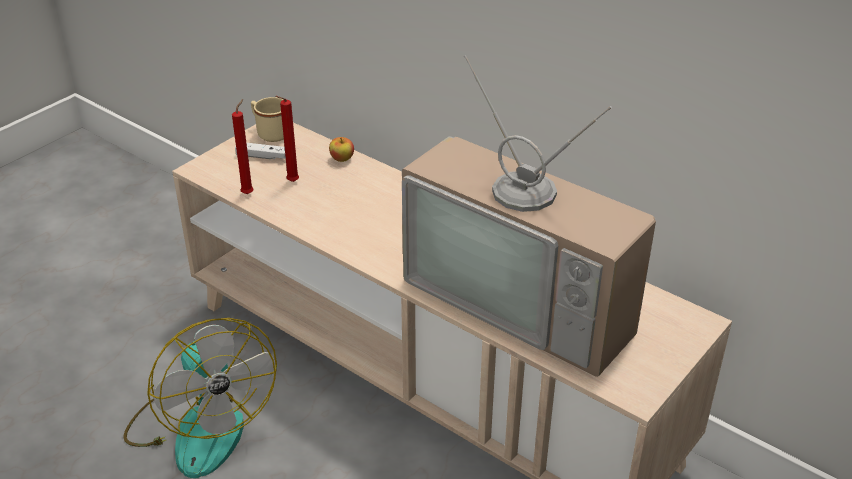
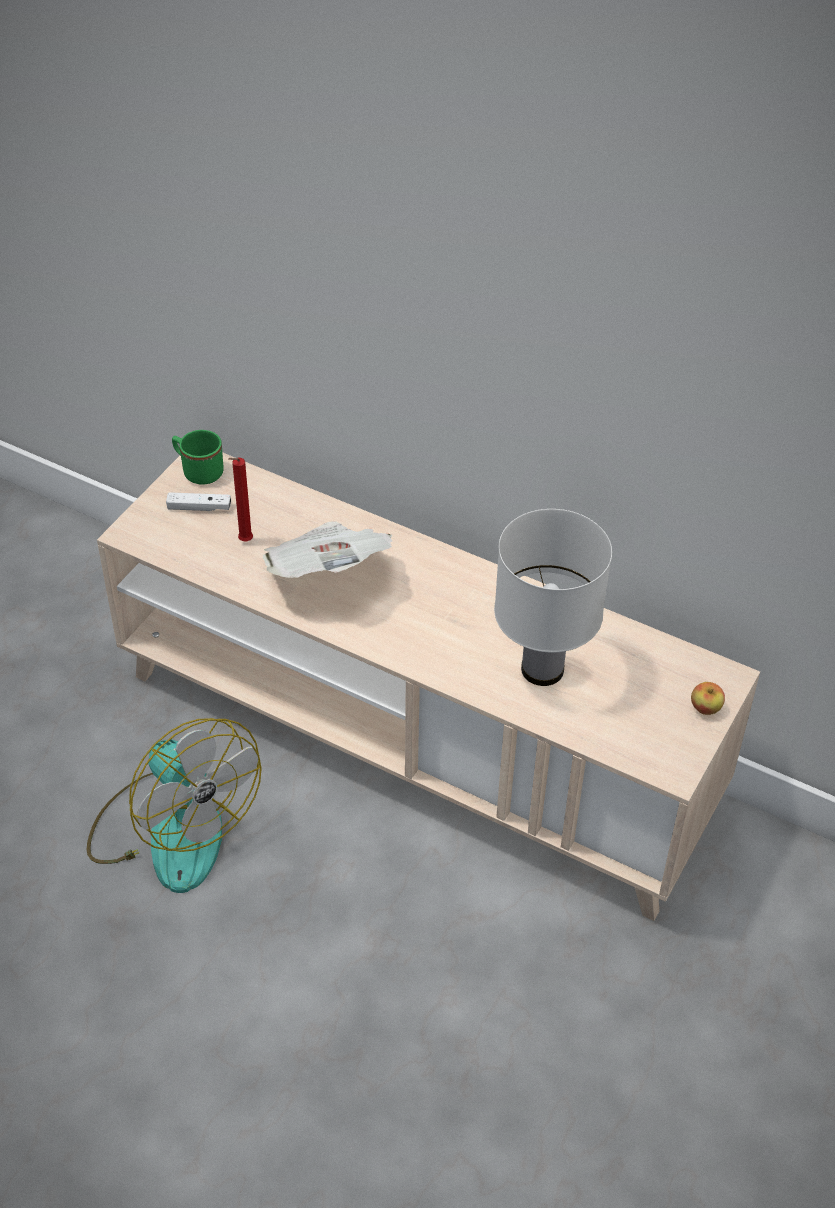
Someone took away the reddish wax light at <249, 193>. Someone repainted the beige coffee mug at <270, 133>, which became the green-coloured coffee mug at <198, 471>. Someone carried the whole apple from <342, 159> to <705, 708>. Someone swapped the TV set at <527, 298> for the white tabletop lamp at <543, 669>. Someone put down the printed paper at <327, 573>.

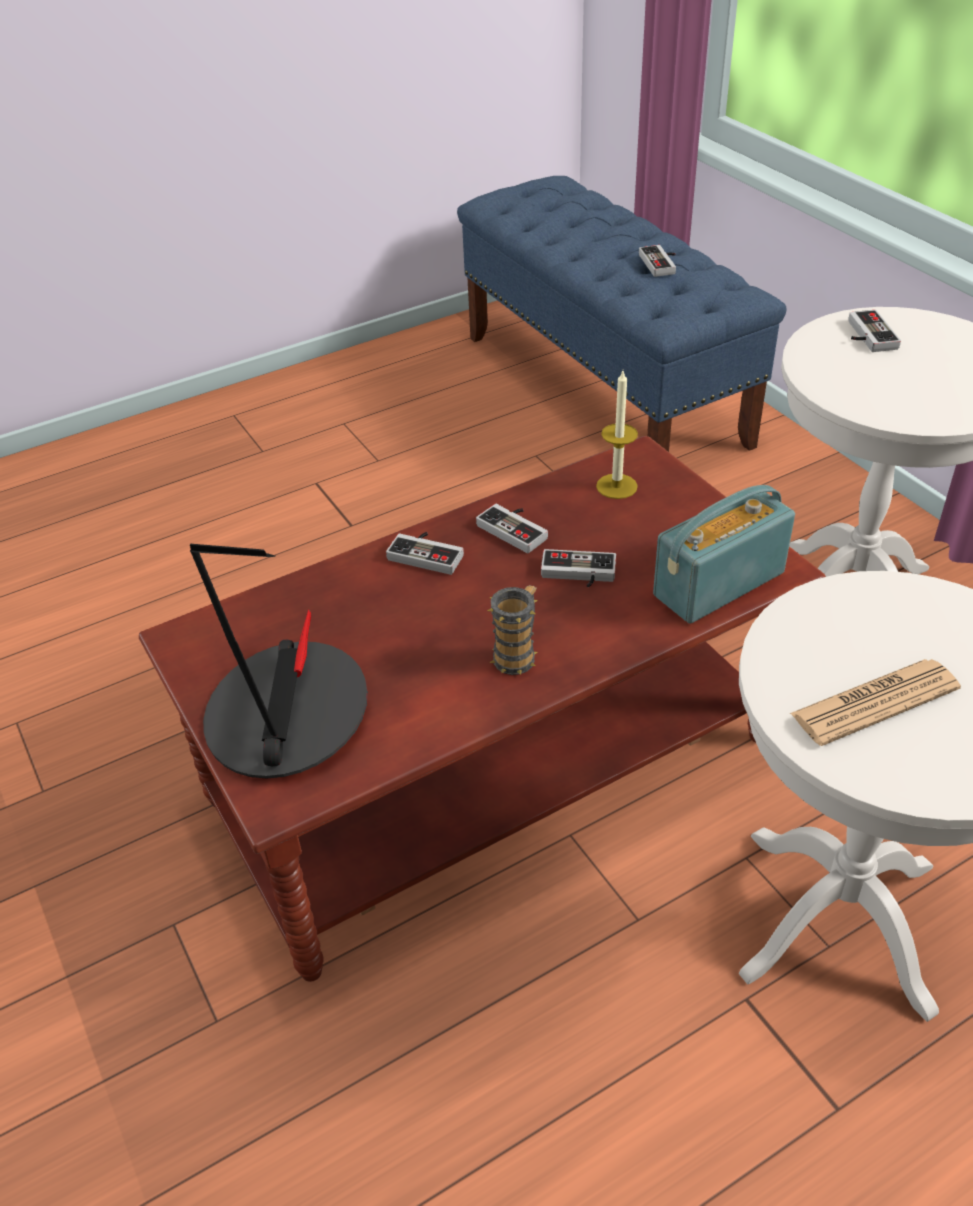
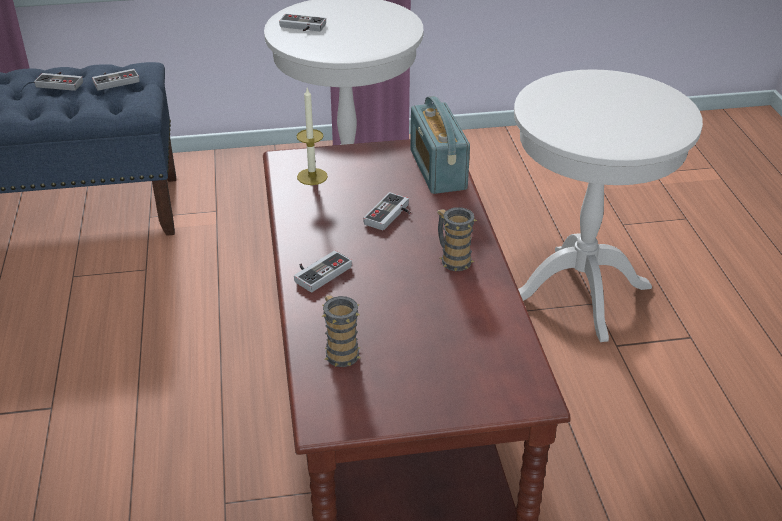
Someone took away the tabletop lamp at <287, 713>. Someone carried the joypad from <516, 528> to <115, 80>. Someone took away the printed paper at <874, 702>. Someone put down the coffee mug at <339, 351>.

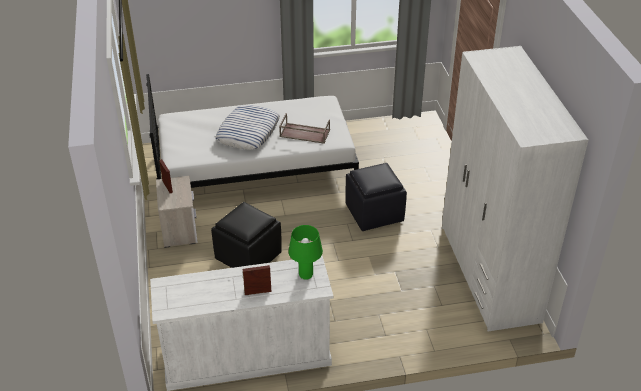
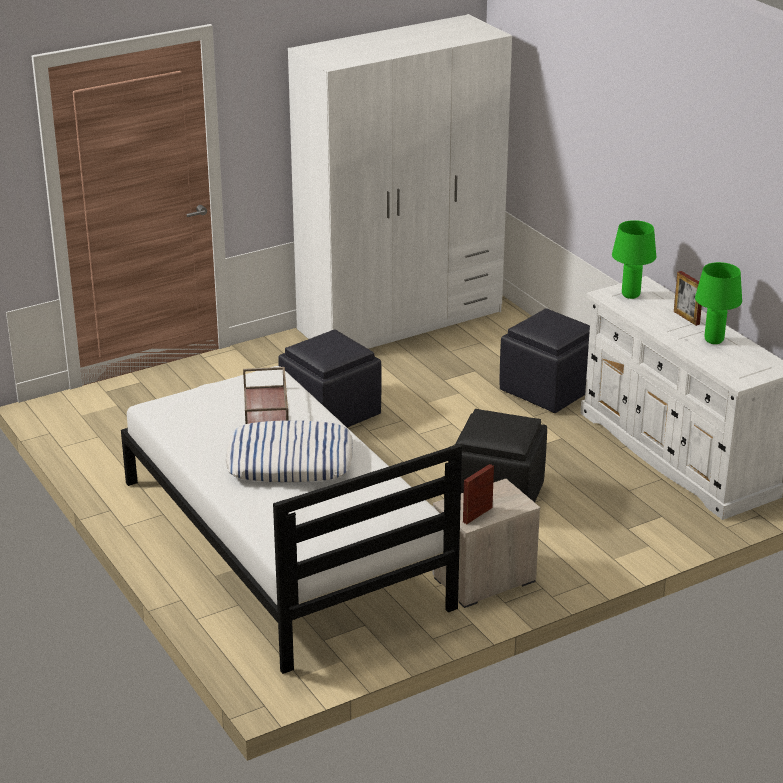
Someone put down the black-coloured ottoman at <549, 390>. Someone put down the green-coloured tabletop lamp at <713, 340>.

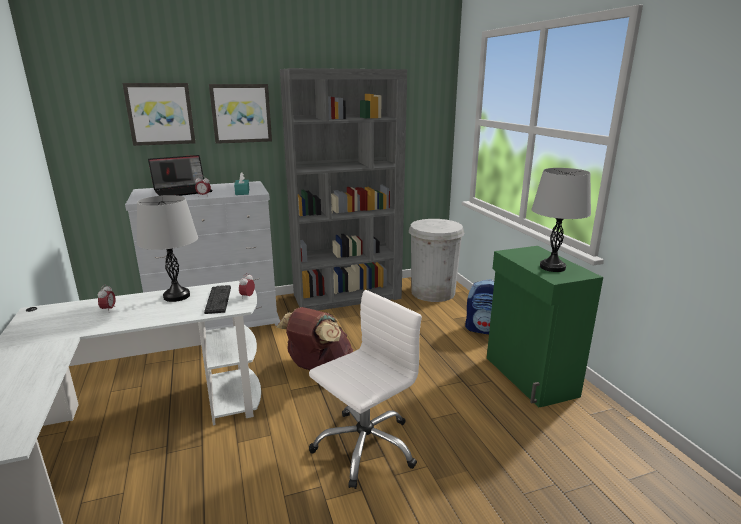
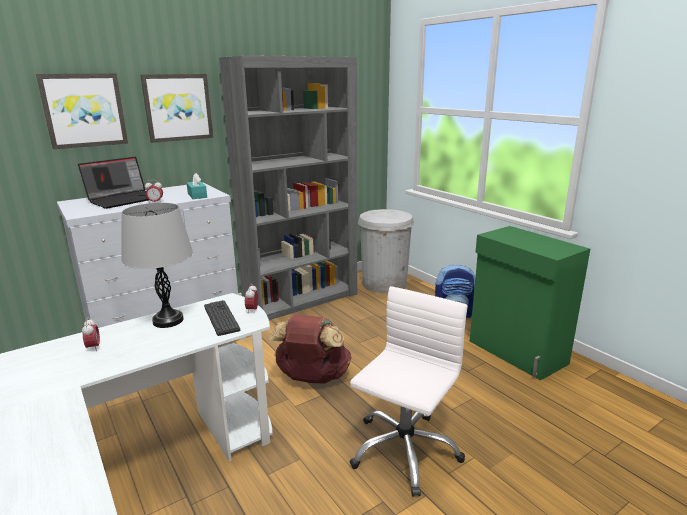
Someone took away the grey tabletop lamp at <552, 267>.

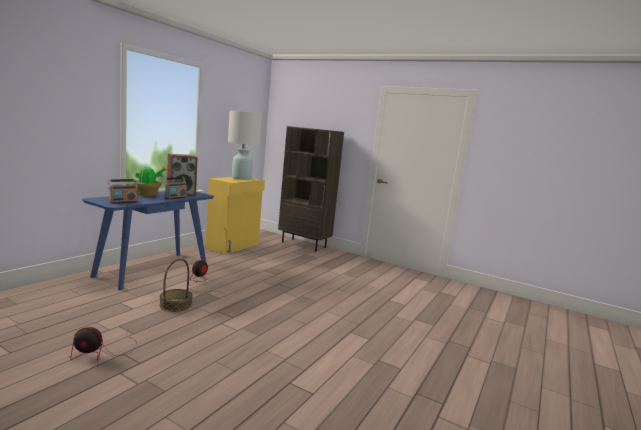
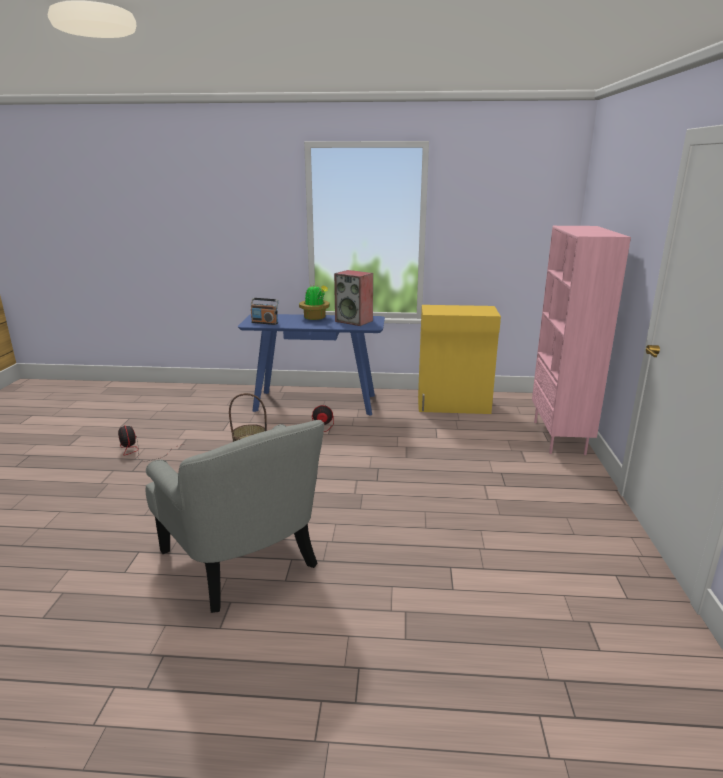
Someone took away the radio receiver at <175, 198>. Someone took away the white tabletop lamp at <241, 178>. Someone repainted the brown bookshelf at <304, 245>, which became the pink-coloured bookshelf at <560, 438>. Someone put down the grey easy chair at <243, 558>.

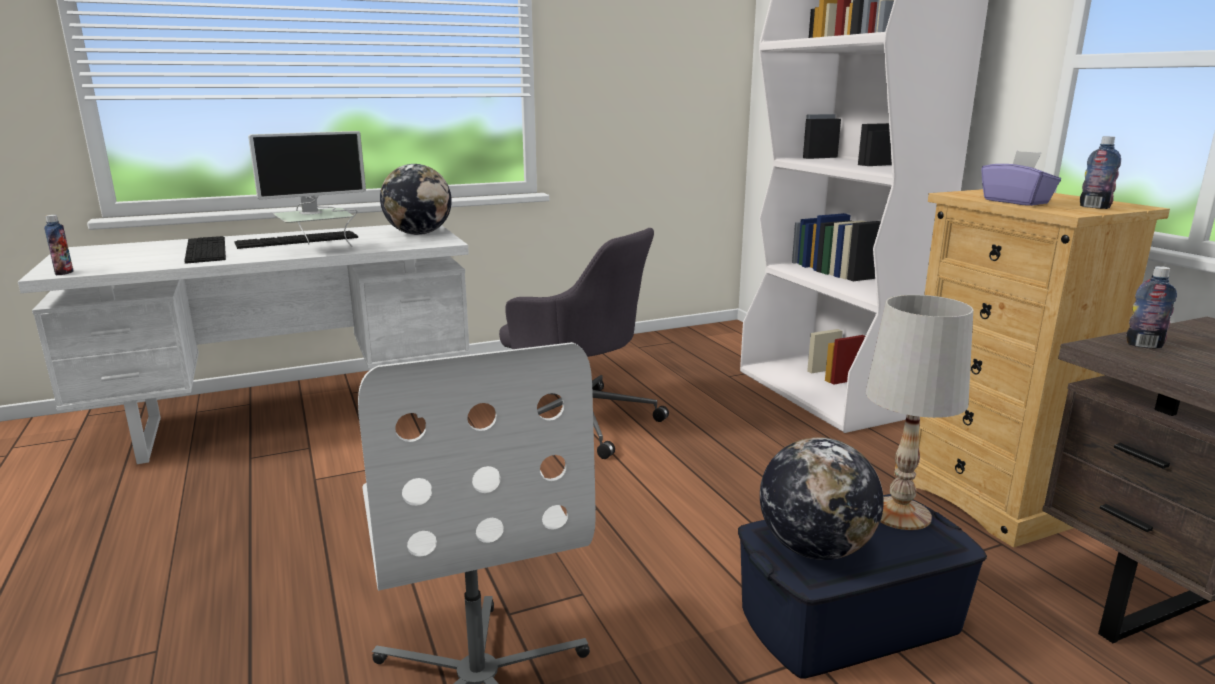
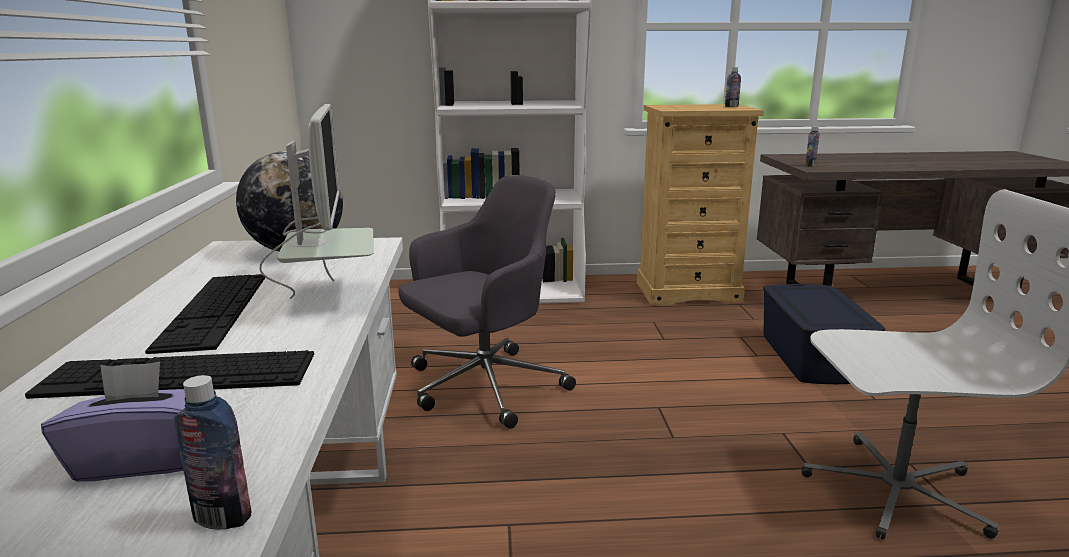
Someone took away the world globe at <814, 549>. Someone took away the white tabletop lamp at <900, 513>. Someone carried the purple tissue holder from <1016, 202> to <144, 459>.

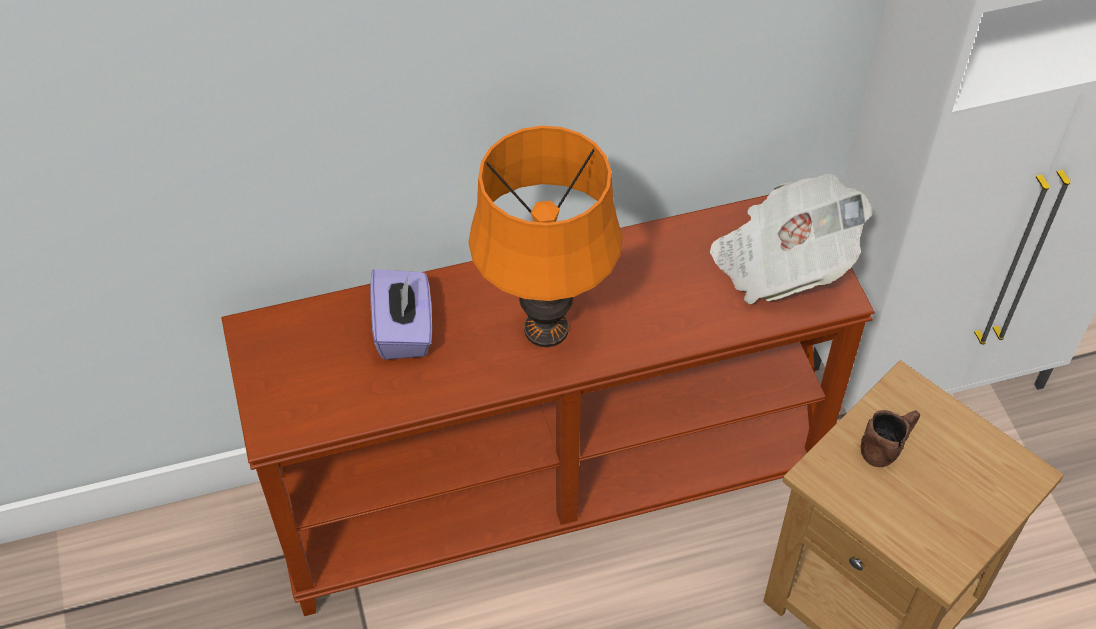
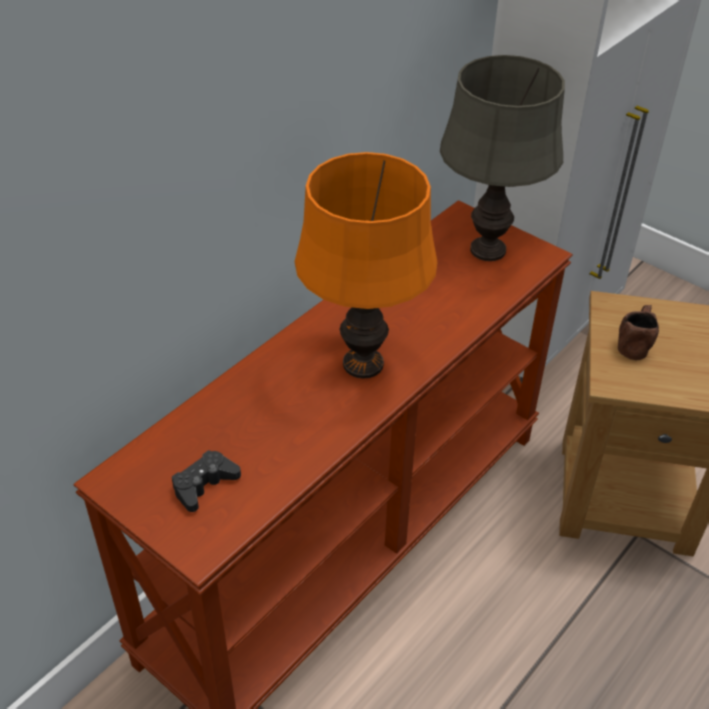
Someone took away the purple tissue holder at <404, 330>. Someone swapped the printed paper at <783, 262> for the grey tabletop lamp at <487, 250>. Someone put down the black-coloured joypad at <204, 485>.

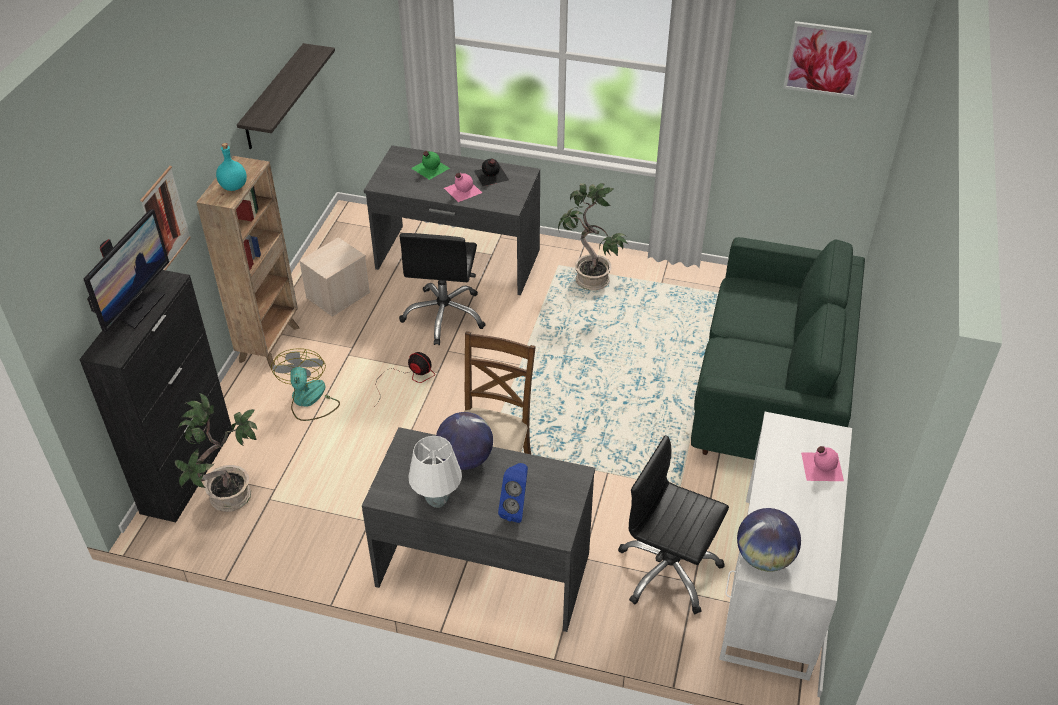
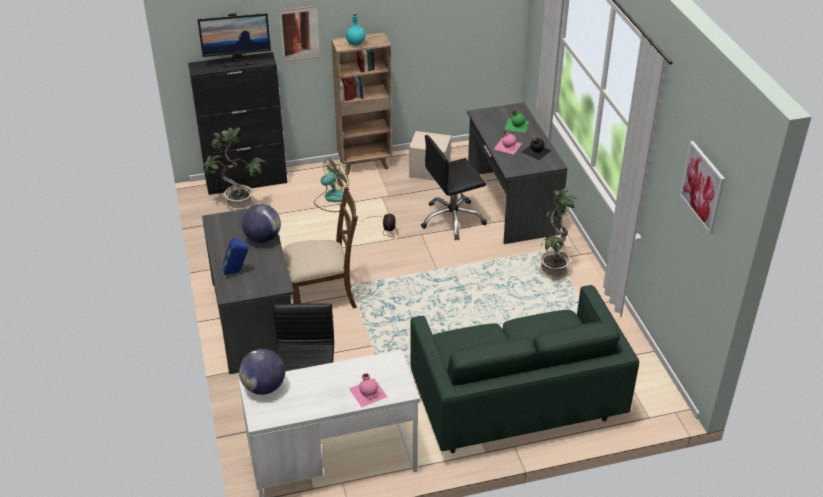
Someone took away the bracket shelf at <274, 97>. Someone took away the white tabletop lamp at <437, 500>.

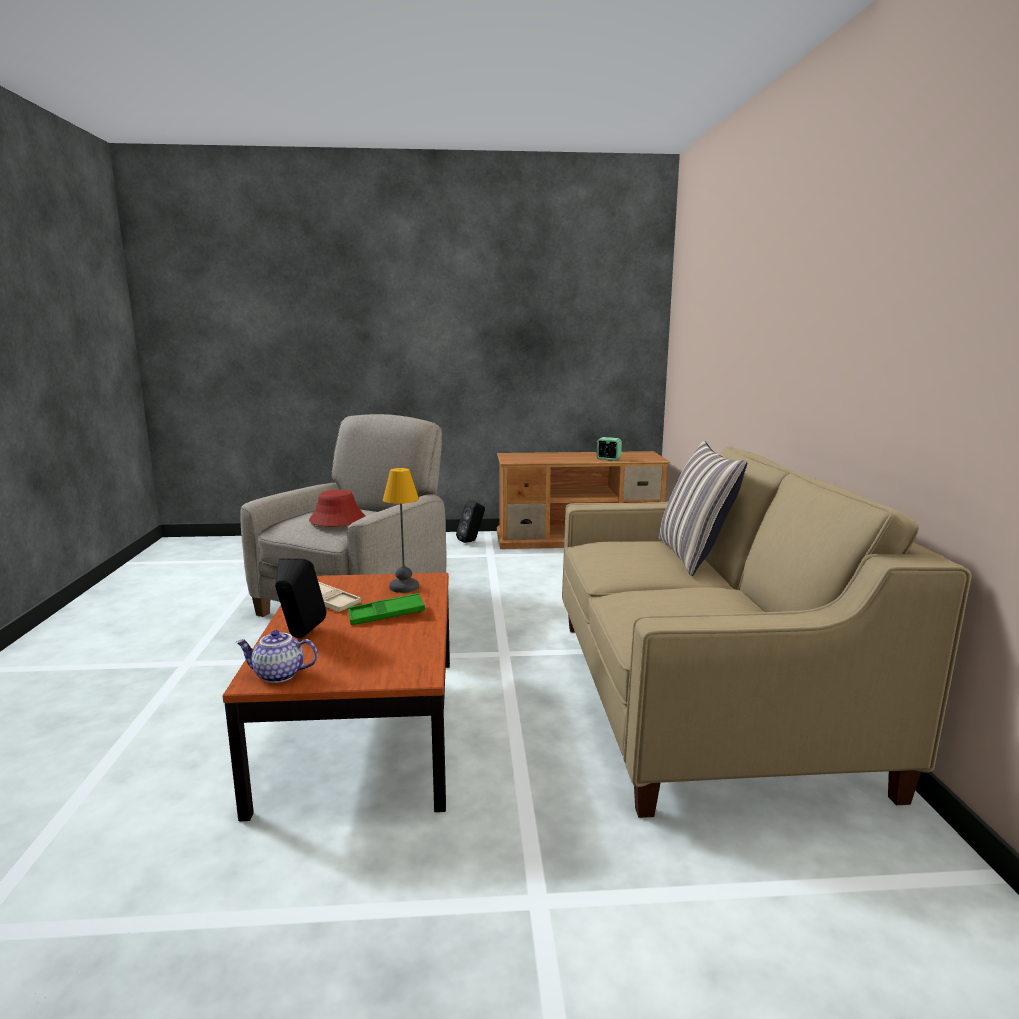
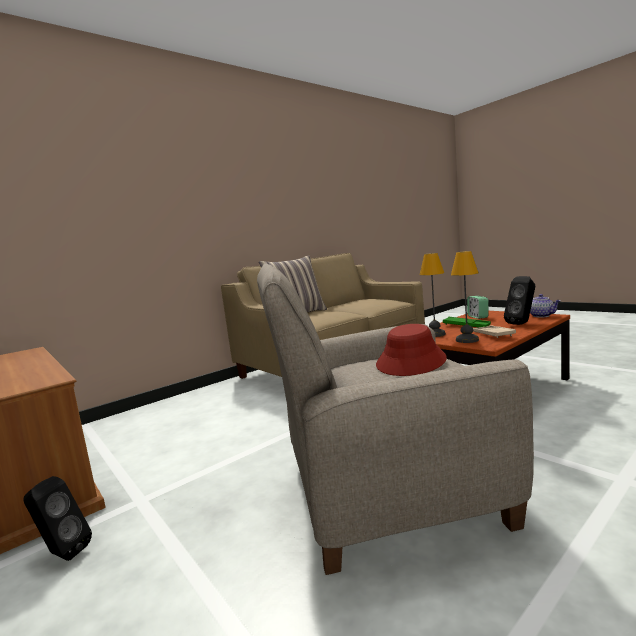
Someone carried the alarm clock from <608, 459> to <478, 317>. Someone put down the tabletop lamp at <467, 340>.

